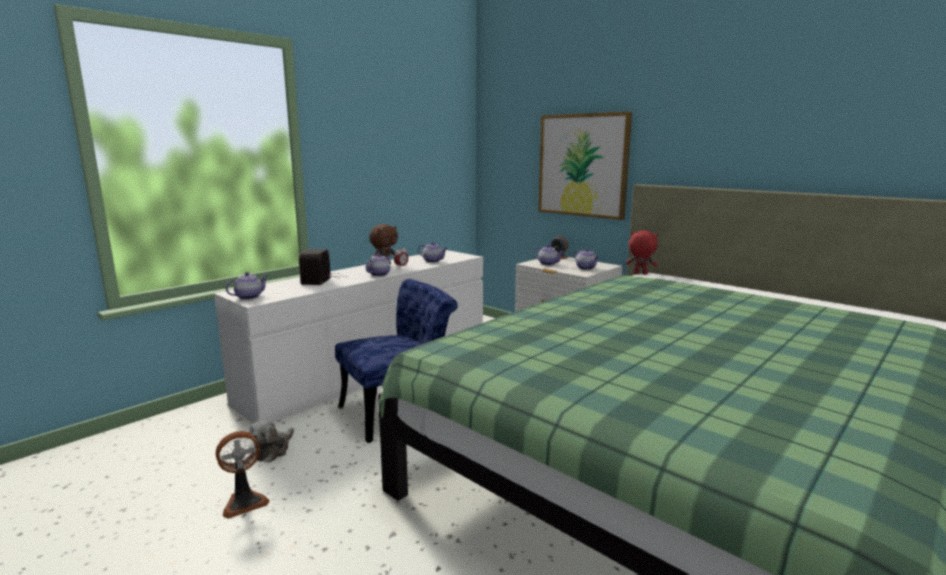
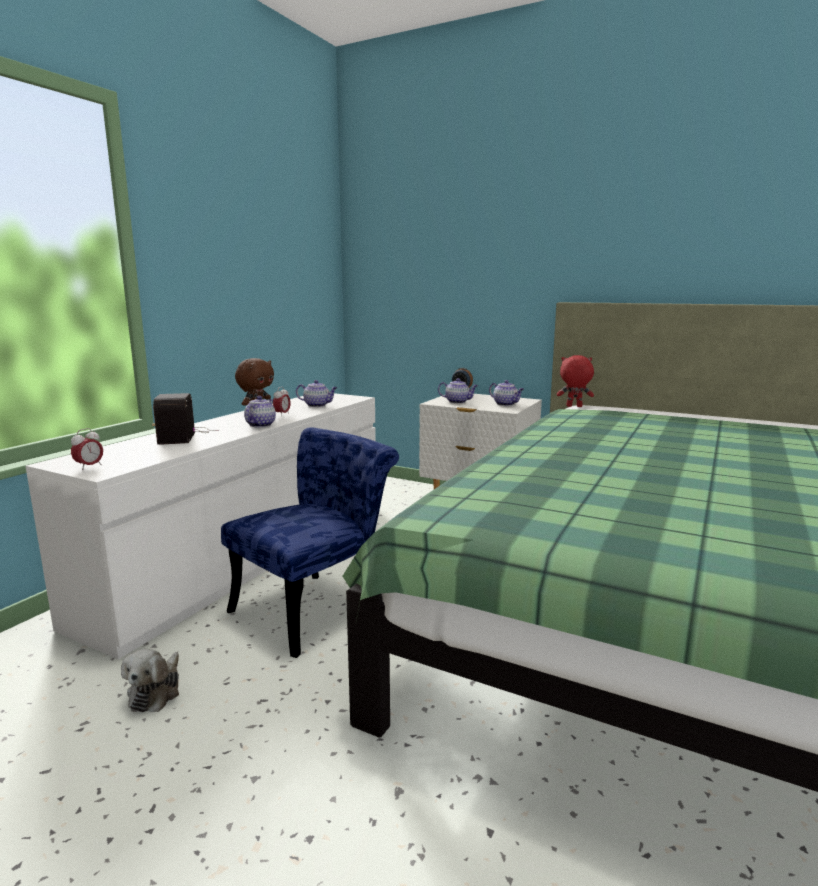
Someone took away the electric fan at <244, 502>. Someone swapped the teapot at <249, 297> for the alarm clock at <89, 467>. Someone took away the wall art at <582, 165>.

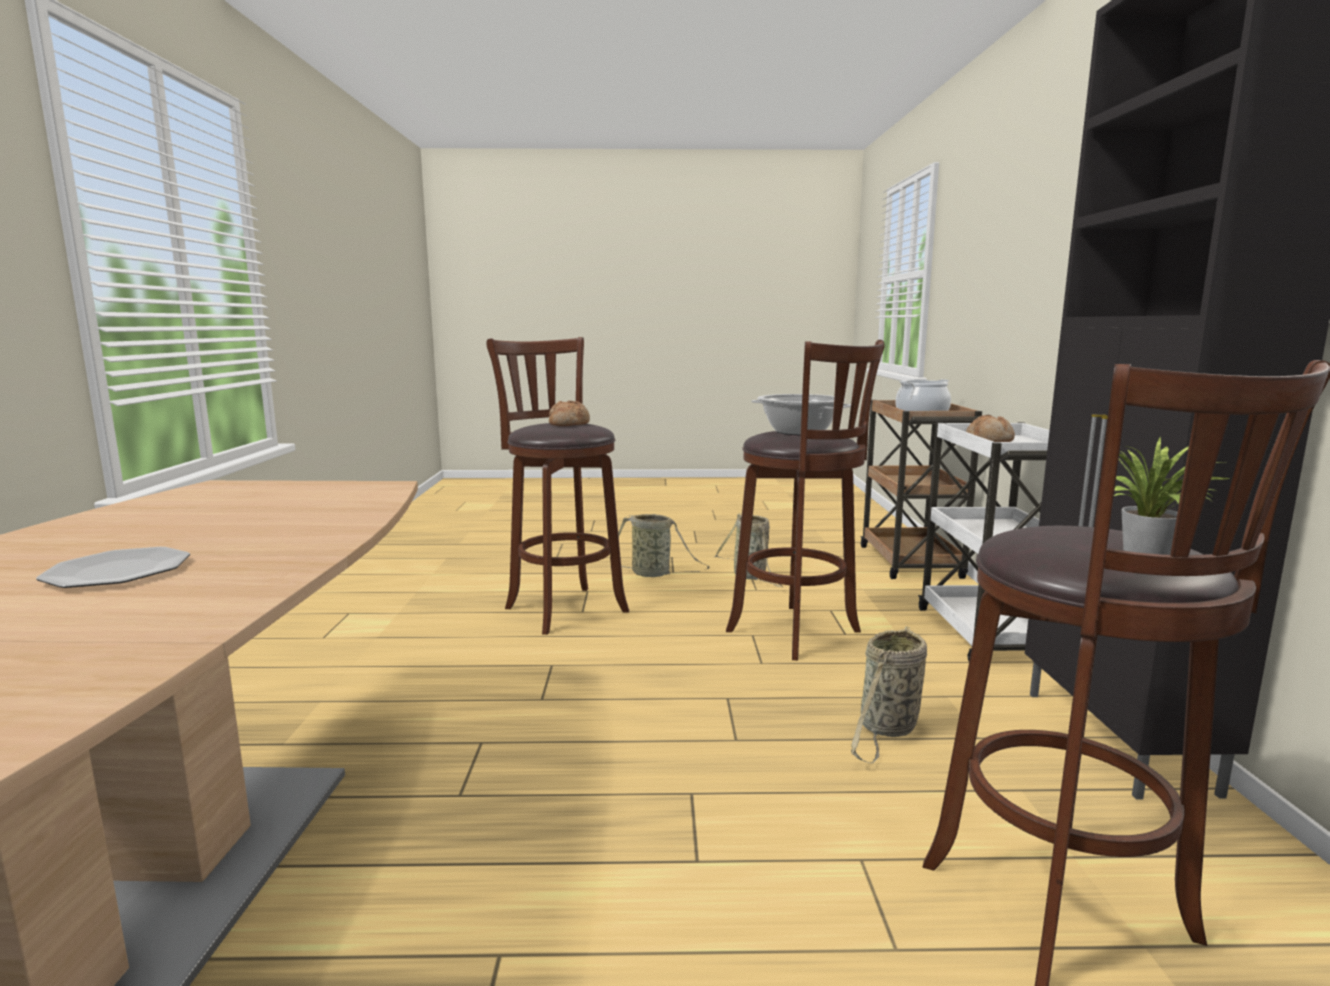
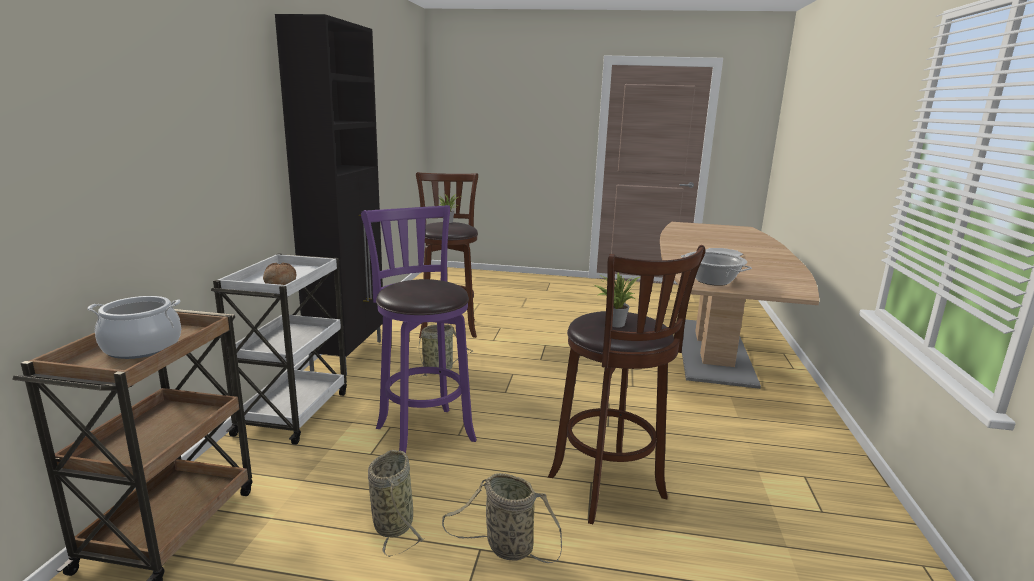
Someone swapped the baked bread at <569, 424> for the plant in a pot at <614, 323>. Someone repainted the brown stool at <799, 633>, which became the purple stool at <423, 431>. Someone carried the saucepot from <800, 432> to <712, 281>.

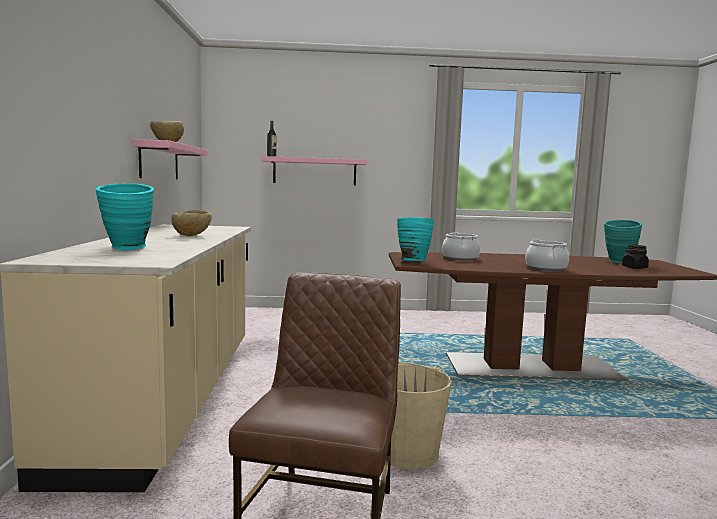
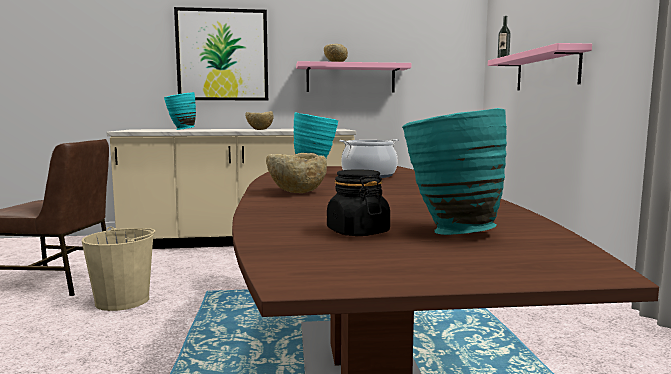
Someone swapped the saucepot at <545, 268> for the beige serving bowl at <296, 192>. Someone put up the wall art at <222, 55>.

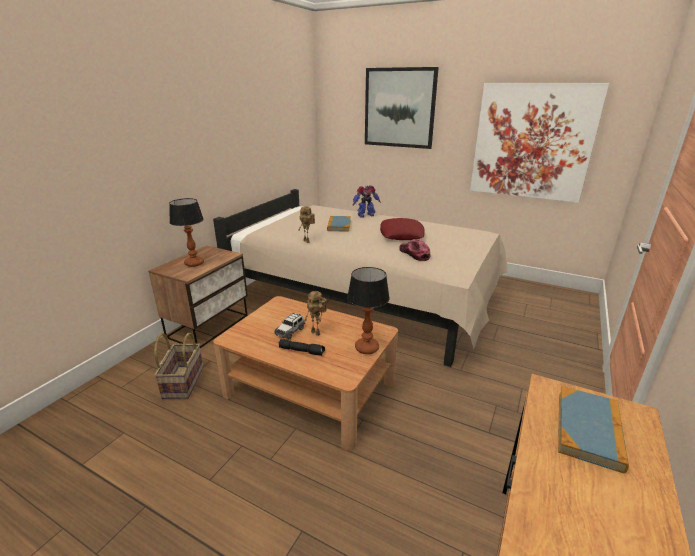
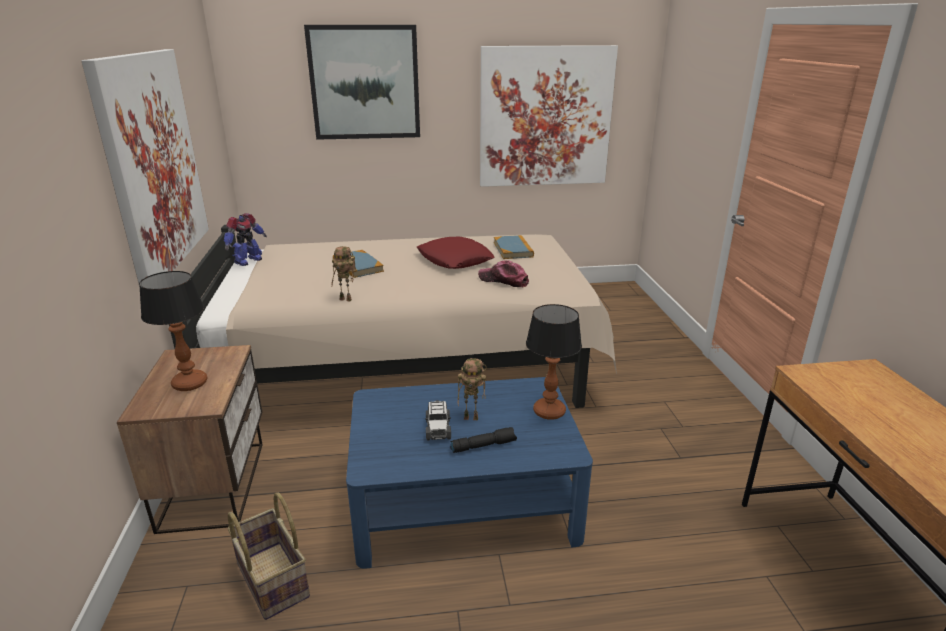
Someone repainted the brown low table at <310, 388>, which became the blue low table at <464, 500>. Someone carried the model robot from <365, 215> to <247, 261>. Someone carried the volume from <589, 429> to <513, 249>. Someone put up the wall art at <153, 163>.

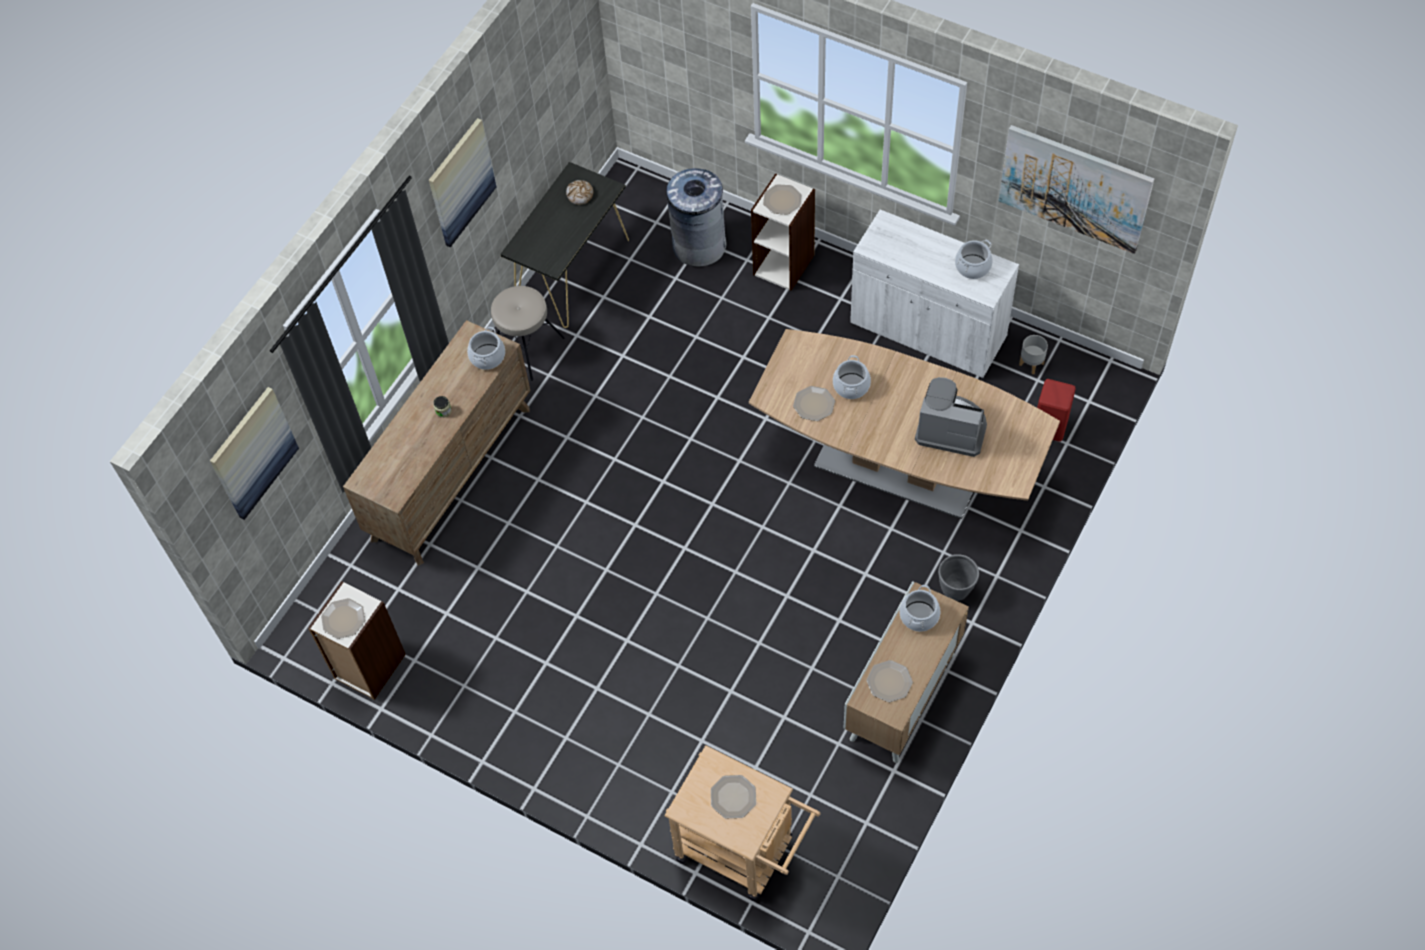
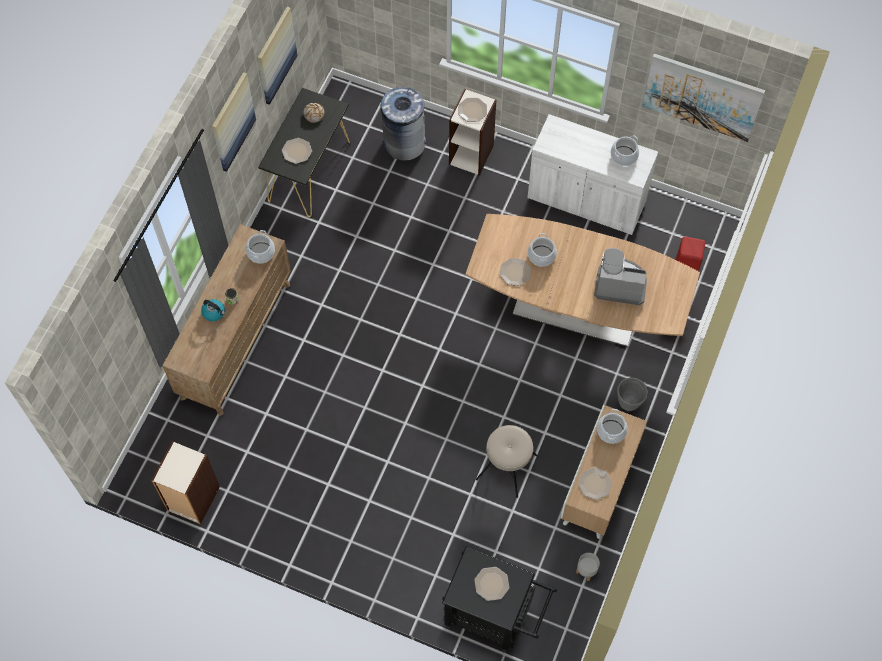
Someone carried the wall art from <253, 453> to <275, 55>. Someone carried the dinner plate from <344, 619> to <297, 151>. Someone carried the beige stool from <527, 348> to <507, 467>. Someone repainted the beige trolley at <743, 852>, which became the black-coloured trolley at <494, 617>. Someone carried the grey flower pot from <1031, 364> to <586, 571>. Someone put down the kettle at <214, 312>.

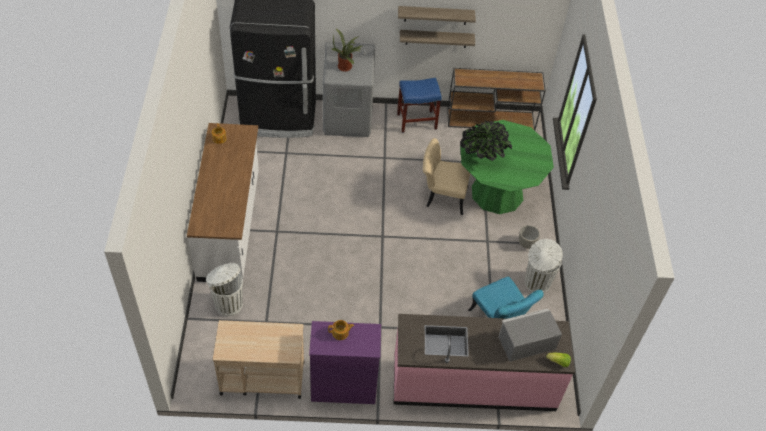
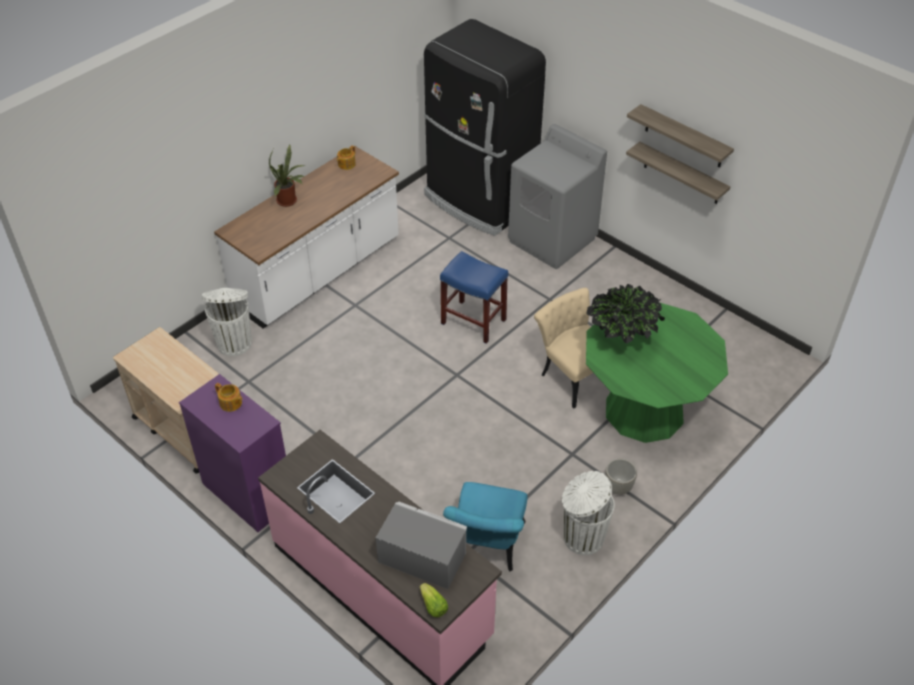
Someone carried the plant in a pot from <346, 66> to <289, 201>. Someone carried the blue stool from <417, 121> to <474, 321>. Someone took away the brown hall table at <491, 119>.

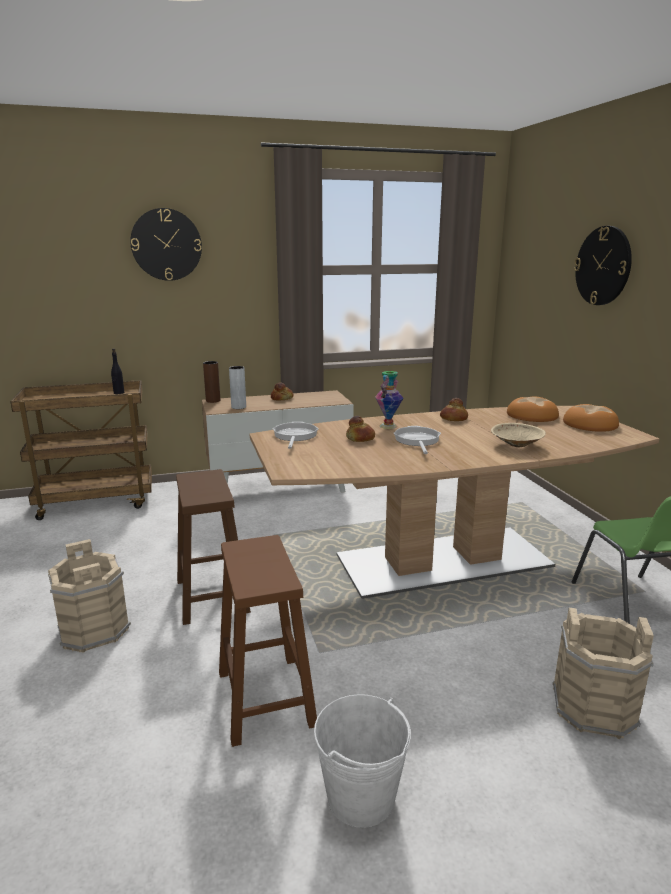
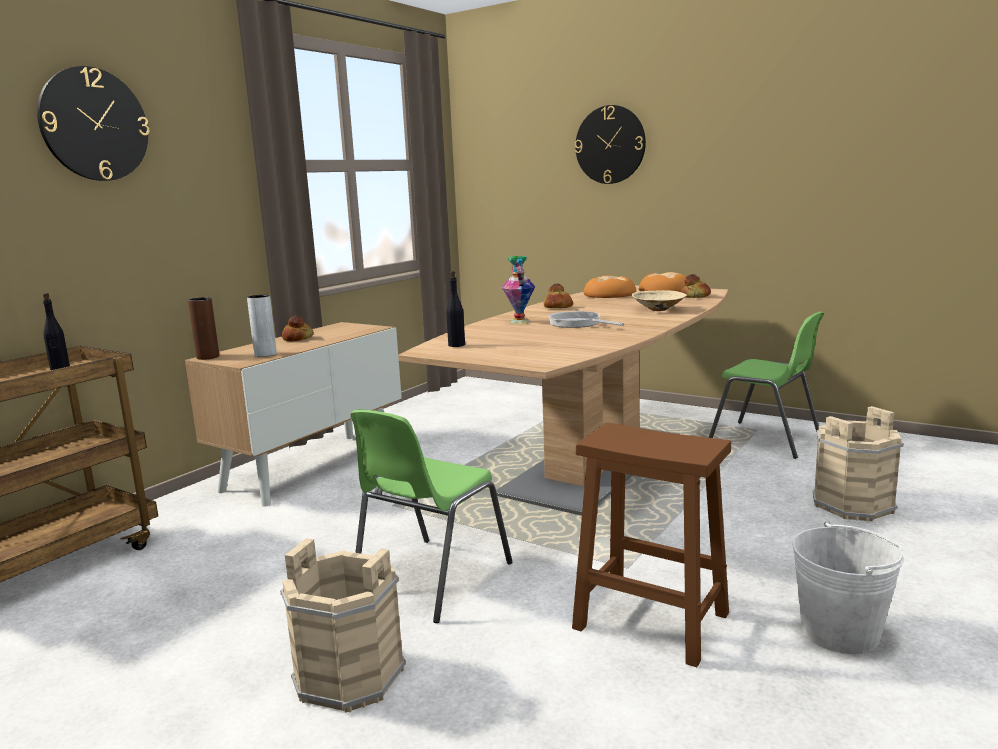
Someone swapped the brown stool at <211, 595> for the green-coloured plain chair at <430, 579>. Someone swapped the frying pan at <295, 436> for the black-coloured bottle at <456, 345>. Someone carried the baked bread from <360, 439> to <695, 297>.

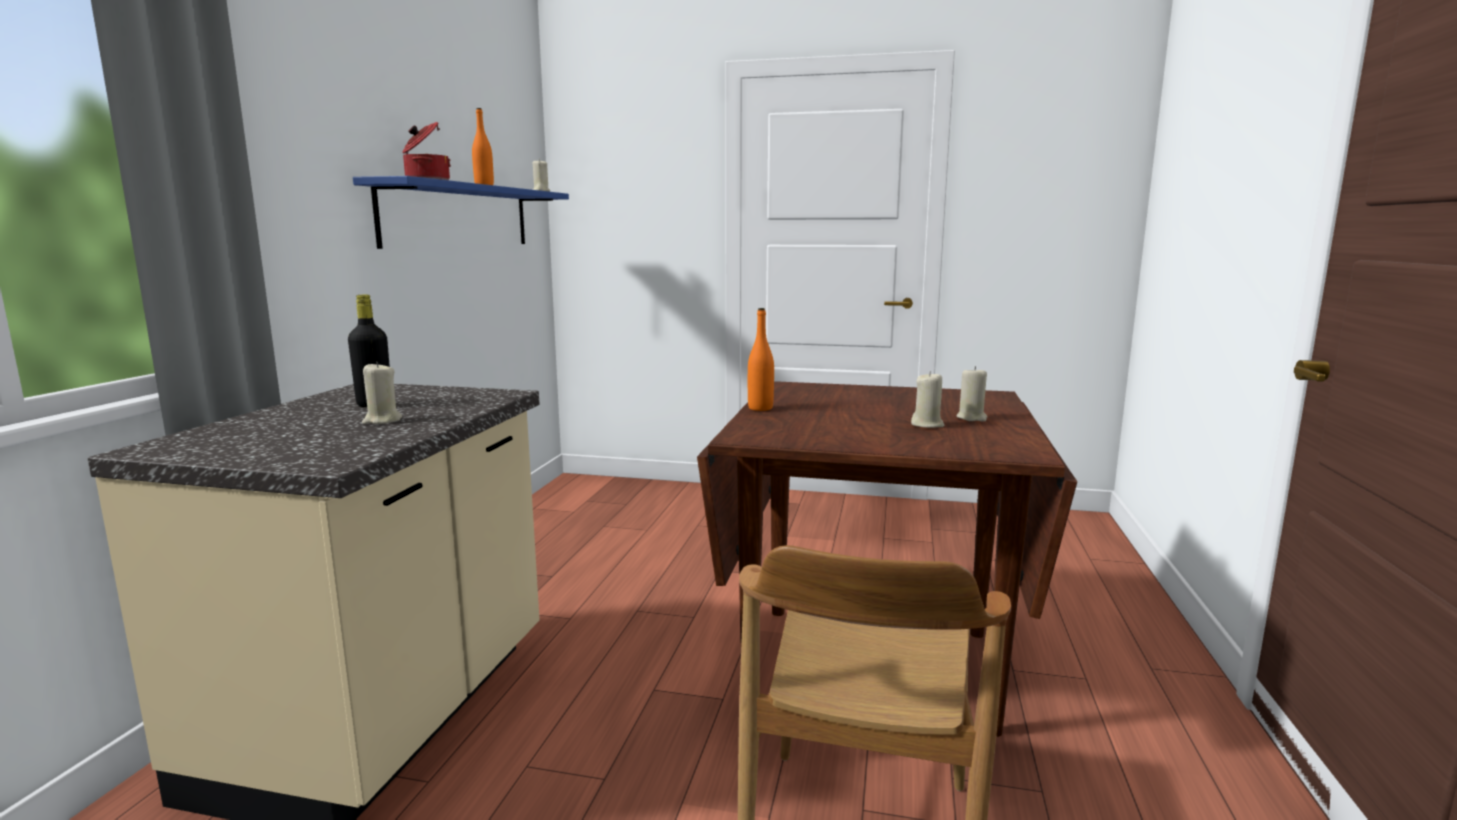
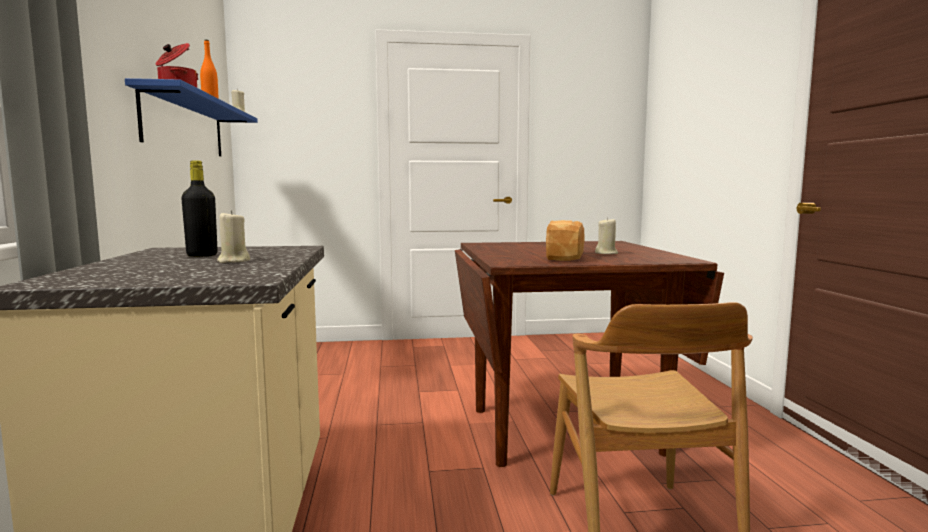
Someone took away the orangey bottle at <760, 408>. Someone took away the beige wax light at <971, 418>. Someone put down the baked bread at <565, 257>.

